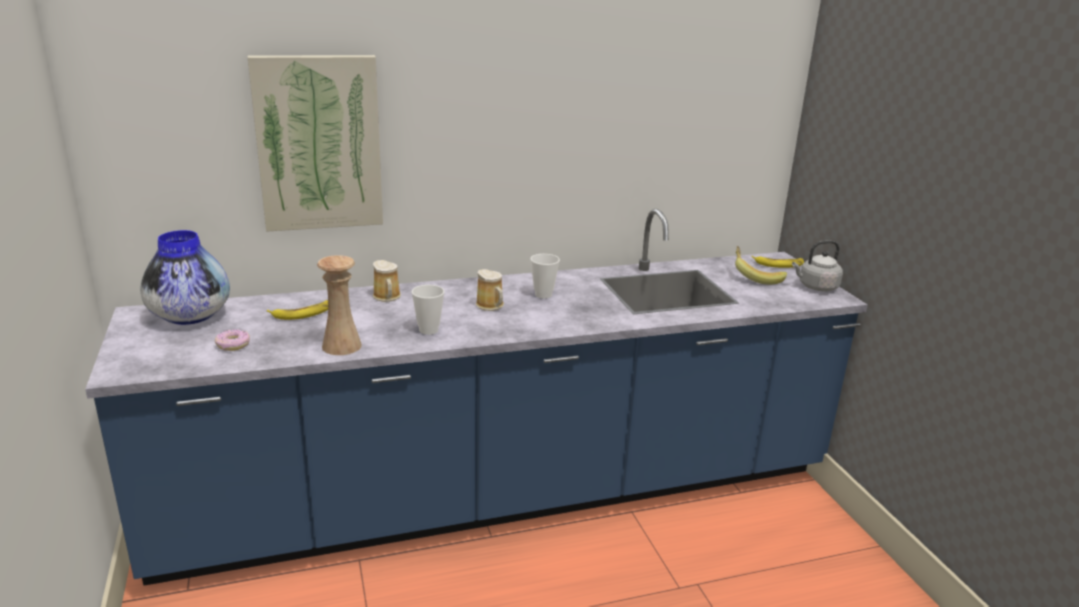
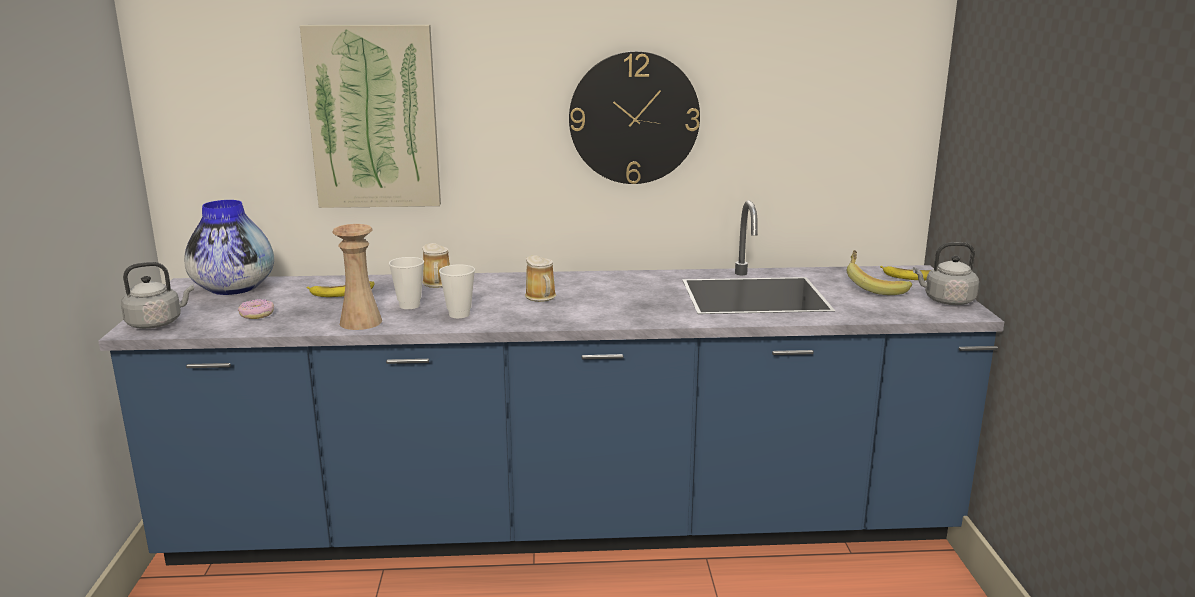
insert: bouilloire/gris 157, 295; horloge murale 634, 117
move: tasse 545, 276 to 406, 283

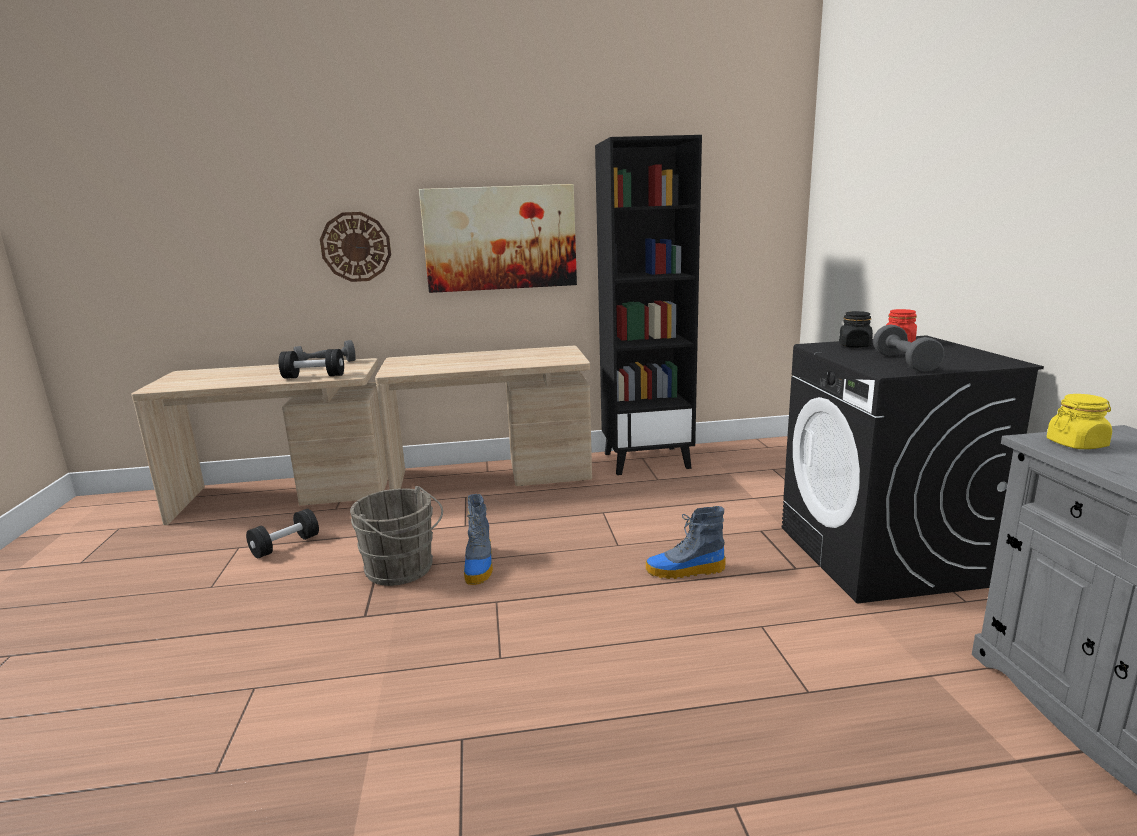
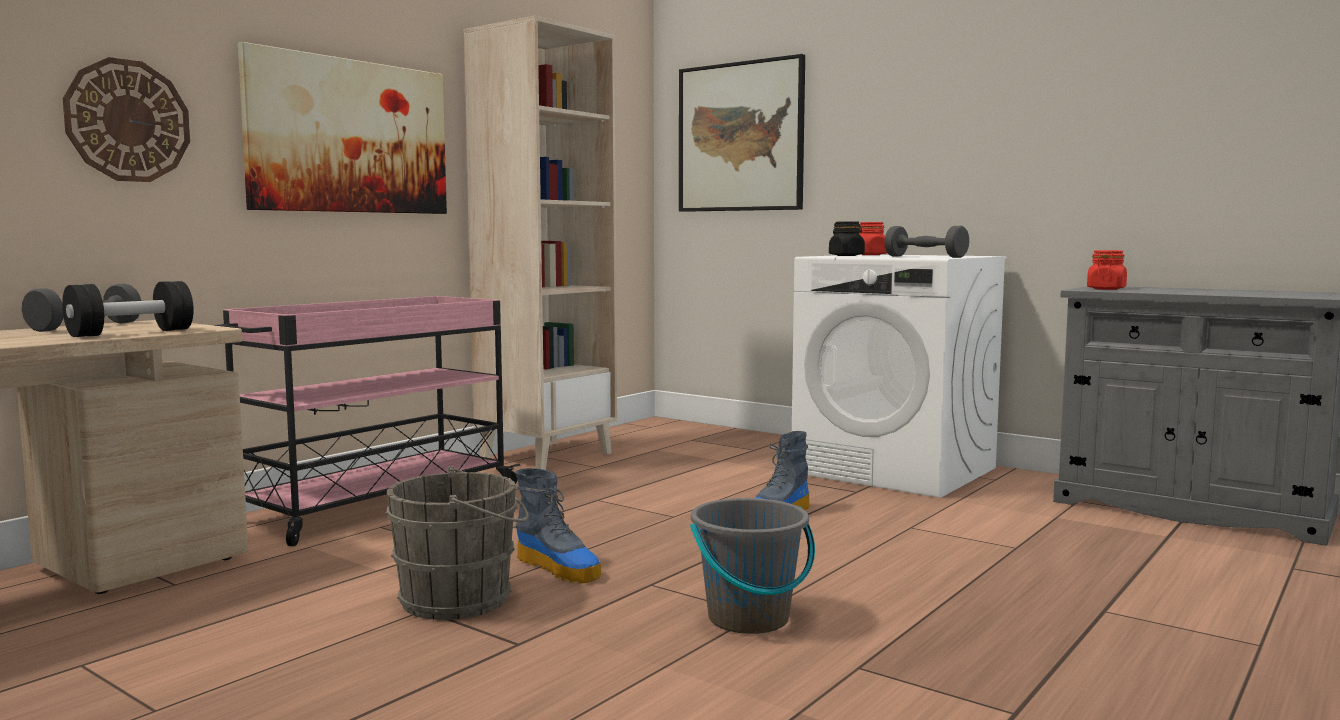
delete: haltère/noir 282, 533
insert: tableau 742, 133; seau/gris 752, 566
replace: bureau/beige 483, 417 to chariot/rose 367, 421
recolor: bibliothèque/noir 648, 305 to bibliothèque/beige 540, 243; lave-linge/noir 913, 469 to lave-linge/blanc 899, 376; bocal/jaune 1079, 421 to bocal/rouge 1107, 270

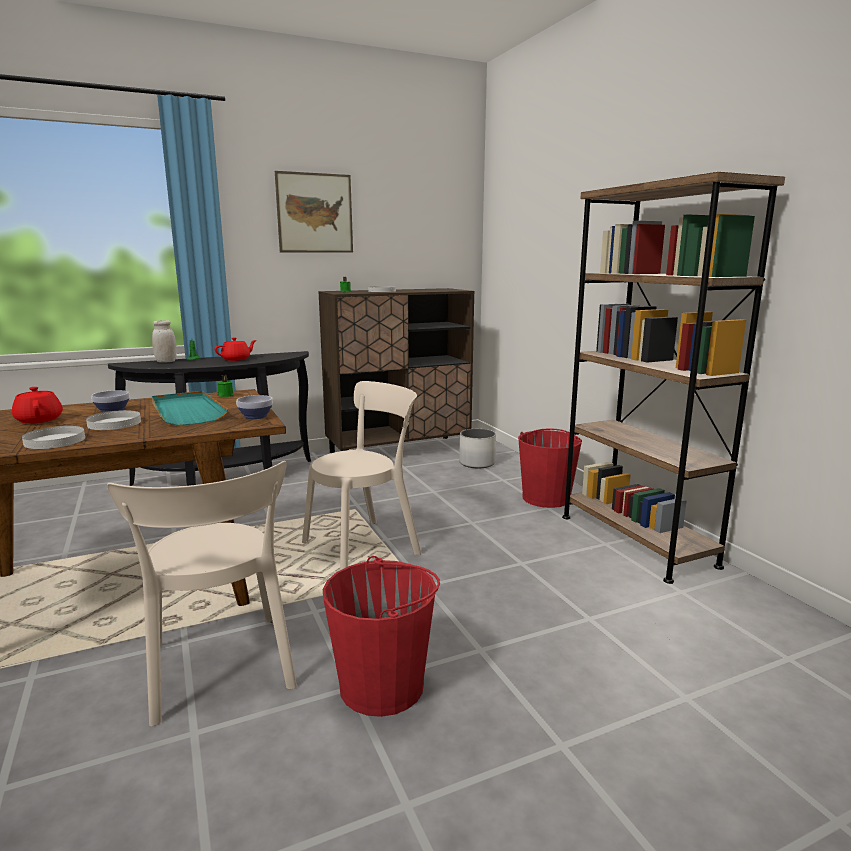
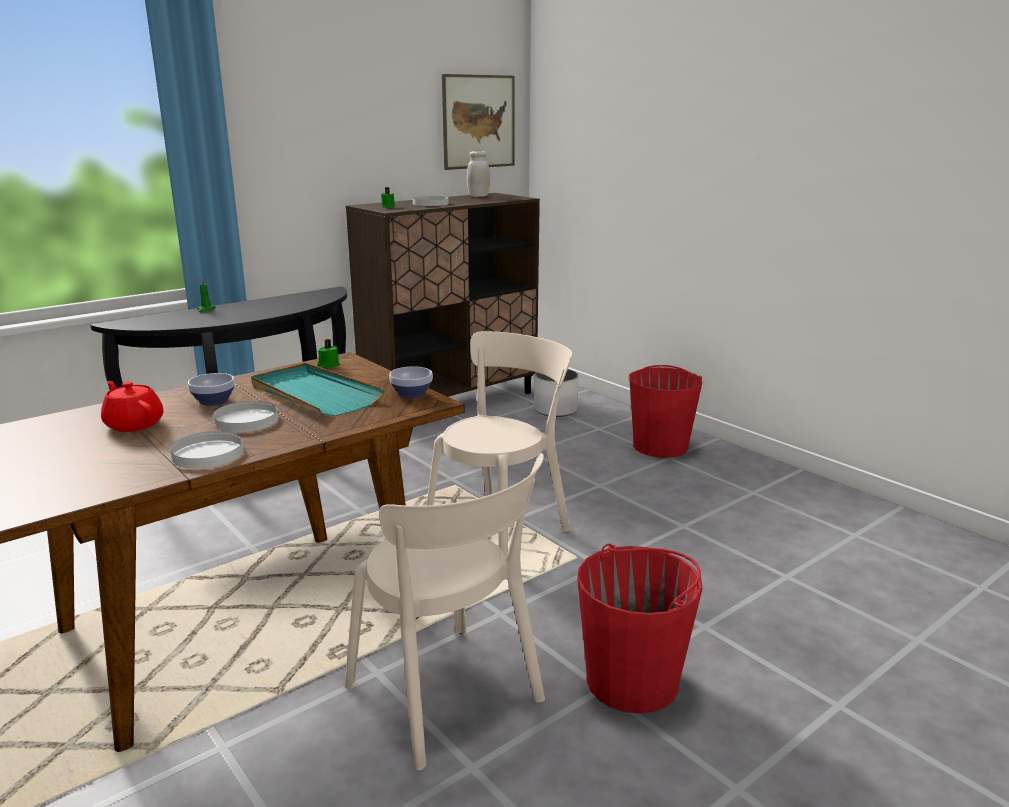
delete: théière/rouge 235, 349; bibliothèque/marron 673, 378
move: bocal/blanc 164, 341 to 478, 174; tableau 314, 212 to 478, 122

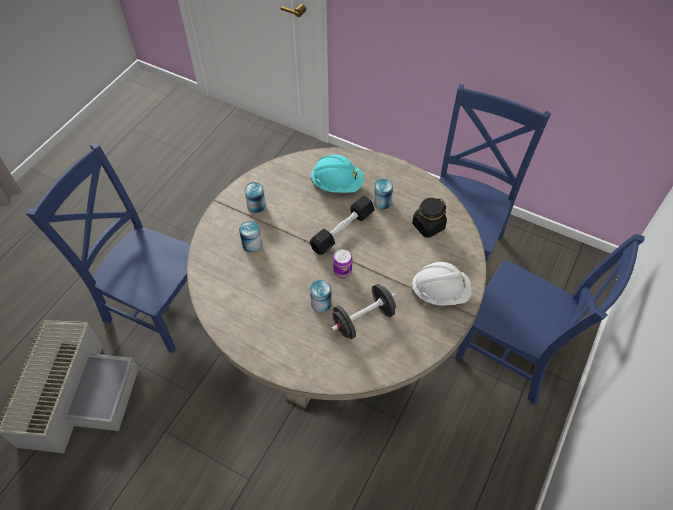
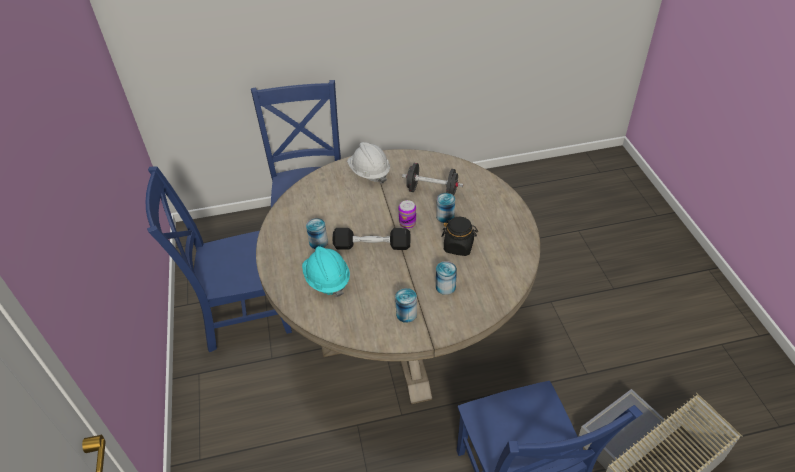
move: bocal/noir 429, 218 to 459, 236

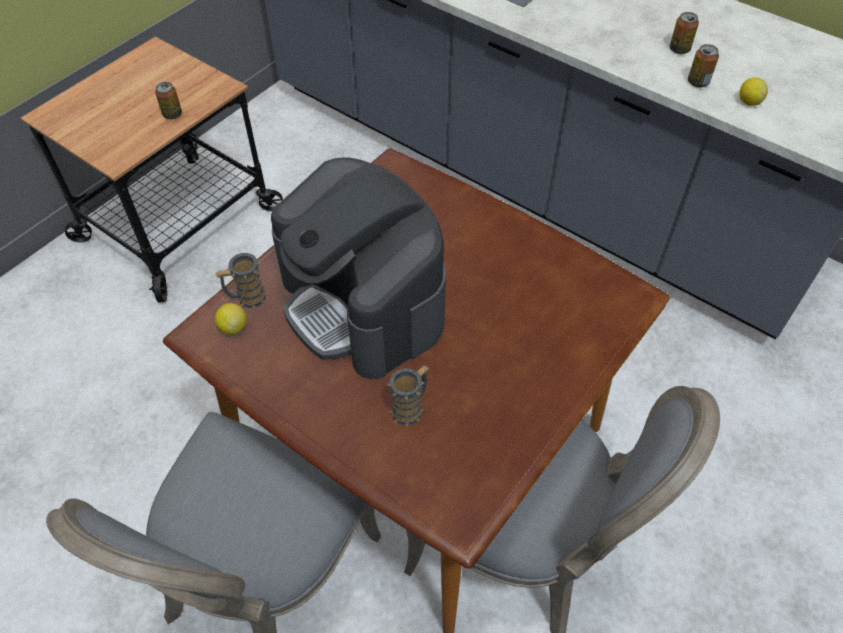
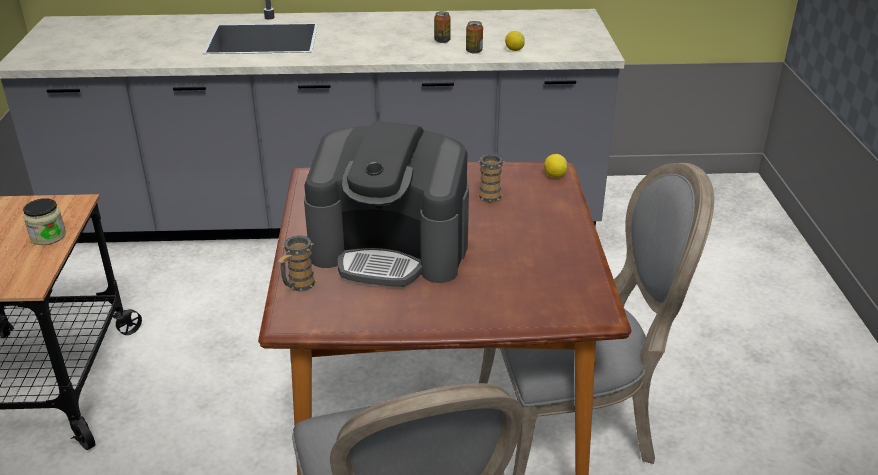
move: citron 231, 319 to 555, 166; mug 408, 396 to 491, 178
replace: boîte métallique 168, 100 to bocal 44, 221

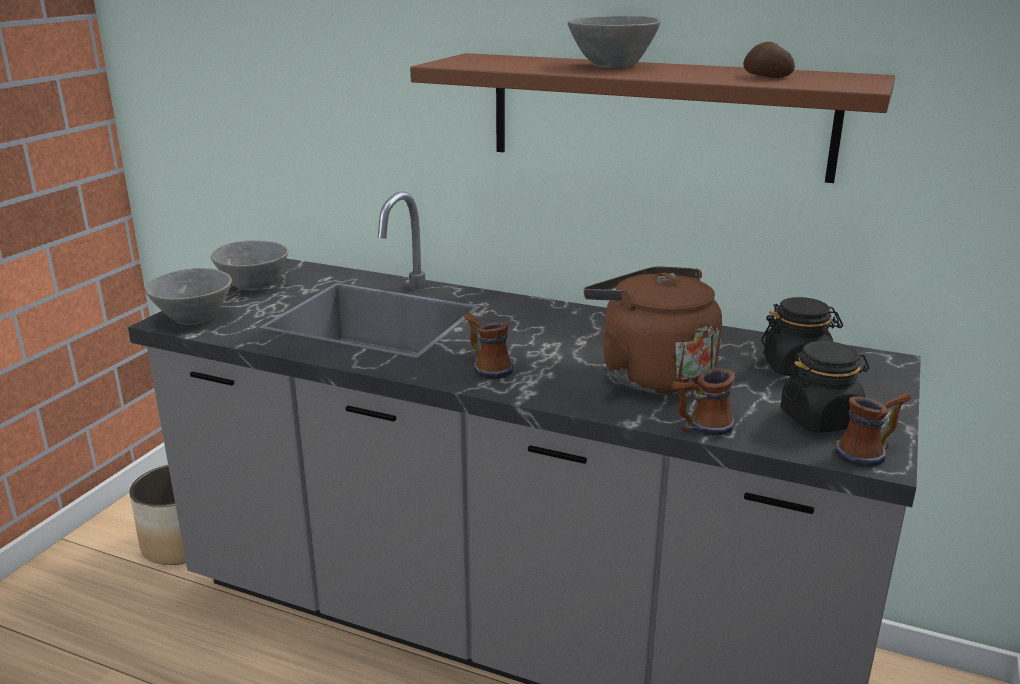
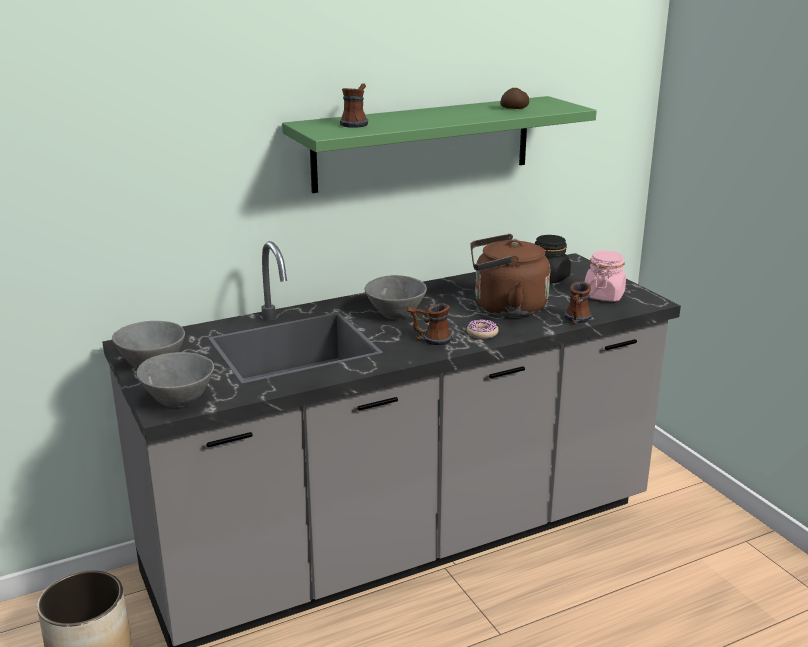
insert: beignet 483, 329
move: bol/gris 614, 42 to 396, 297; mug 873, 430 to 354, 106
recolor: étagère/marron 652, 118 to étagère/vert 439, 144; bocal/noir 824, 387 to bocal/rose 605, 276

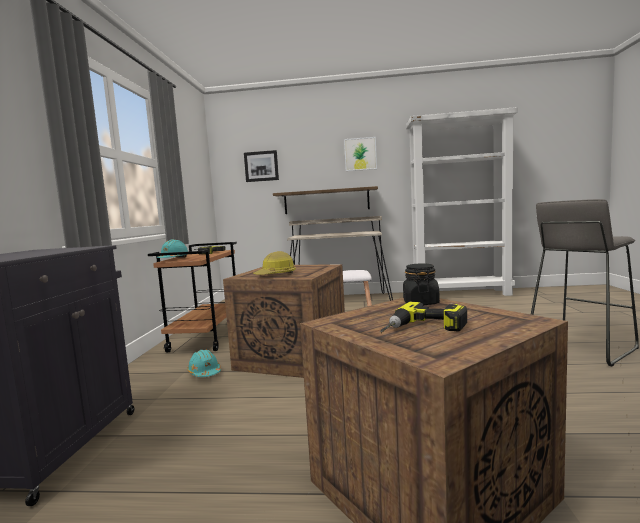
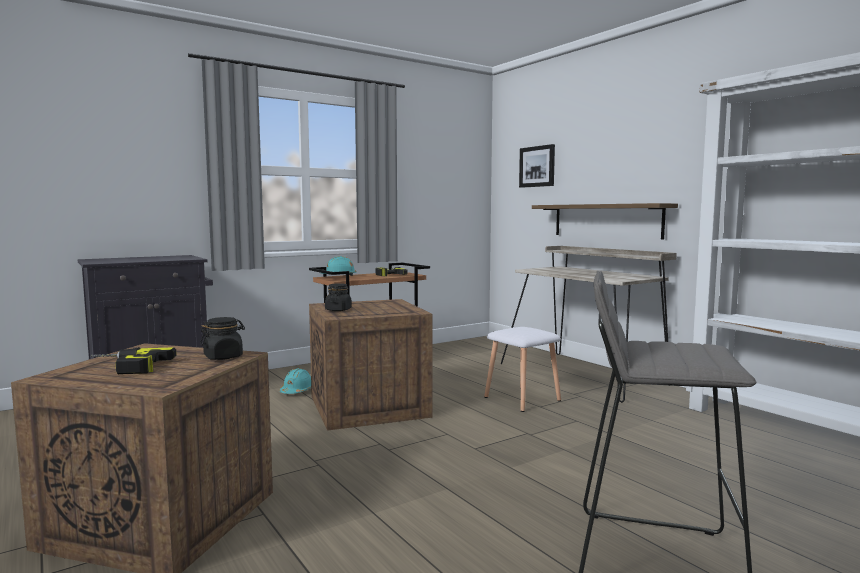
delete: tableau 360, 154
replace: casque de chantier 274, 263 to bocal/noir 338, 297

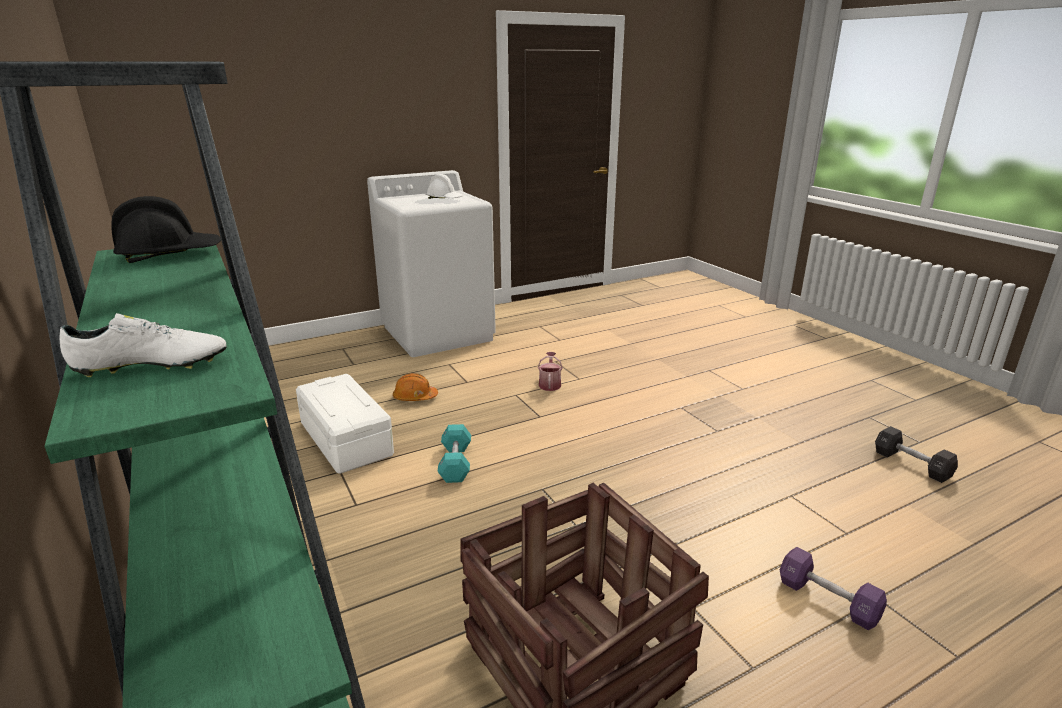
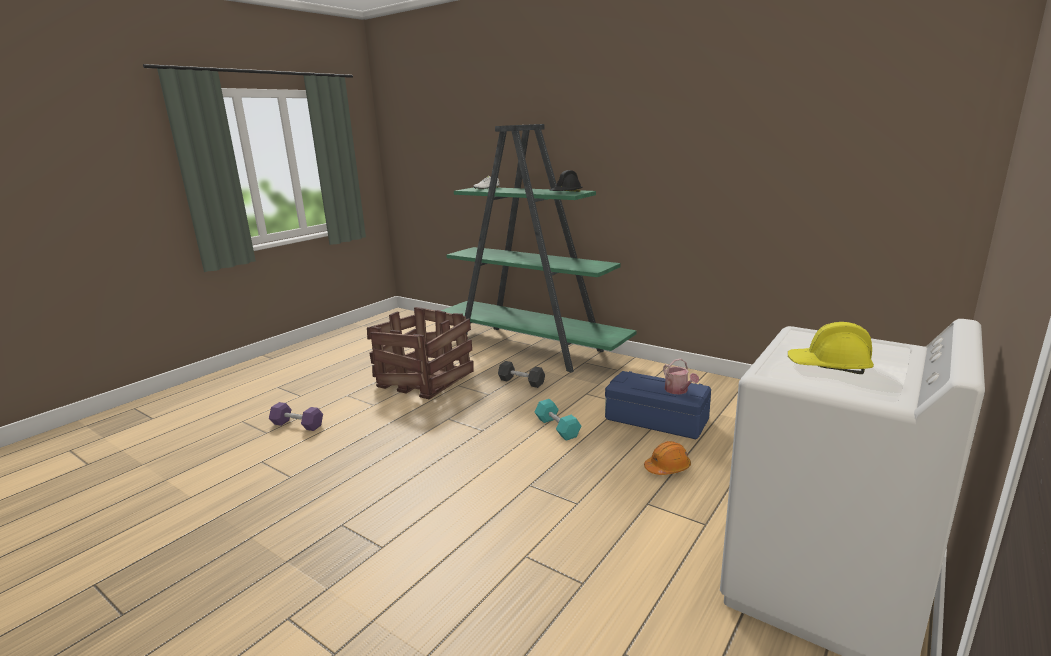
move: arrosoir 550, 371 to 681, 376; haltère/noir 916, 454 to 521, 374
recolor: boîte de rangement/blanc 345, 424 to boîte de rangement/bleu 658, 405; casque de chantier/blanc 444, 186 to casque de chantier/jaune 831, 348

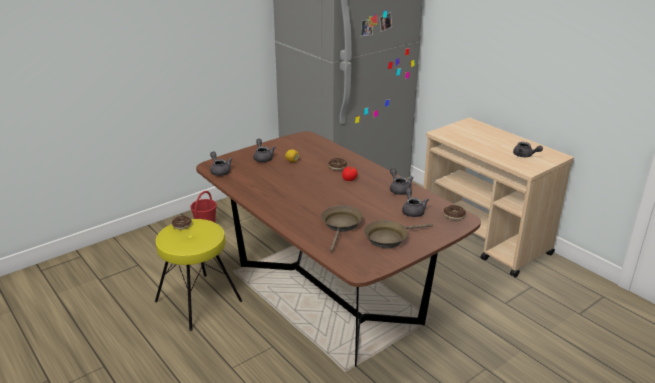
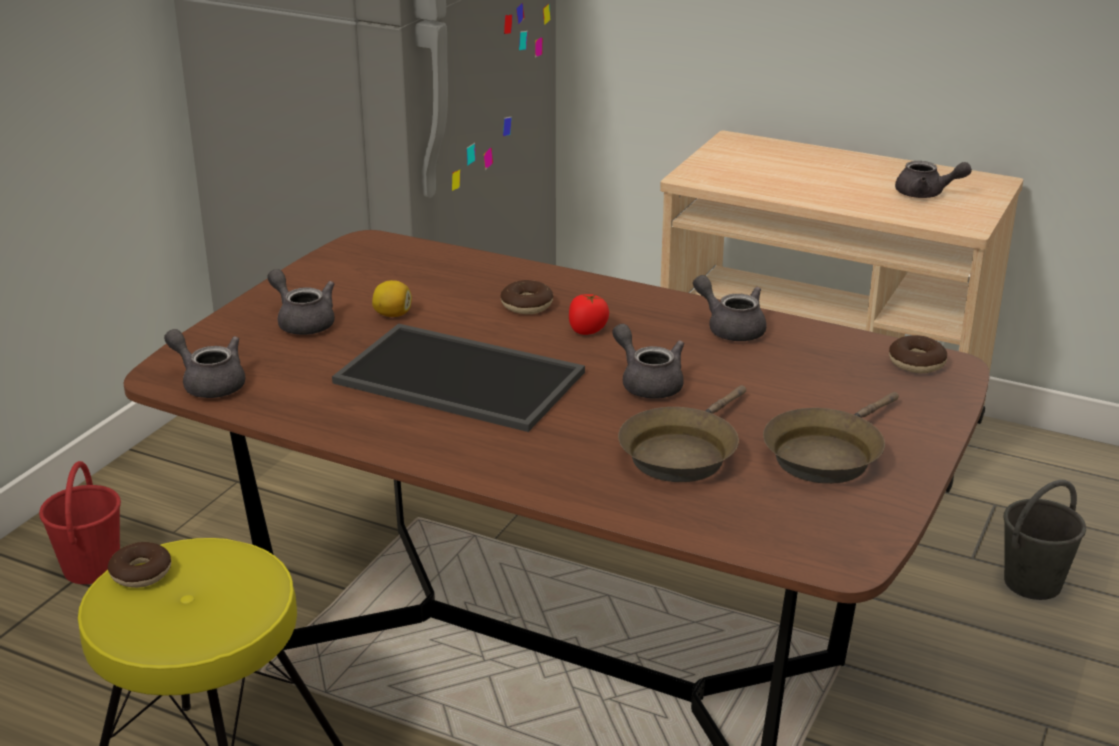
insert: plateau 458, 377; seau/gris 1045, 540
move: théière/gris 415, 202 to 648, 361
rotate: poêle/marron 342, 228 = 682, 433 135 degrees counterclockwise

